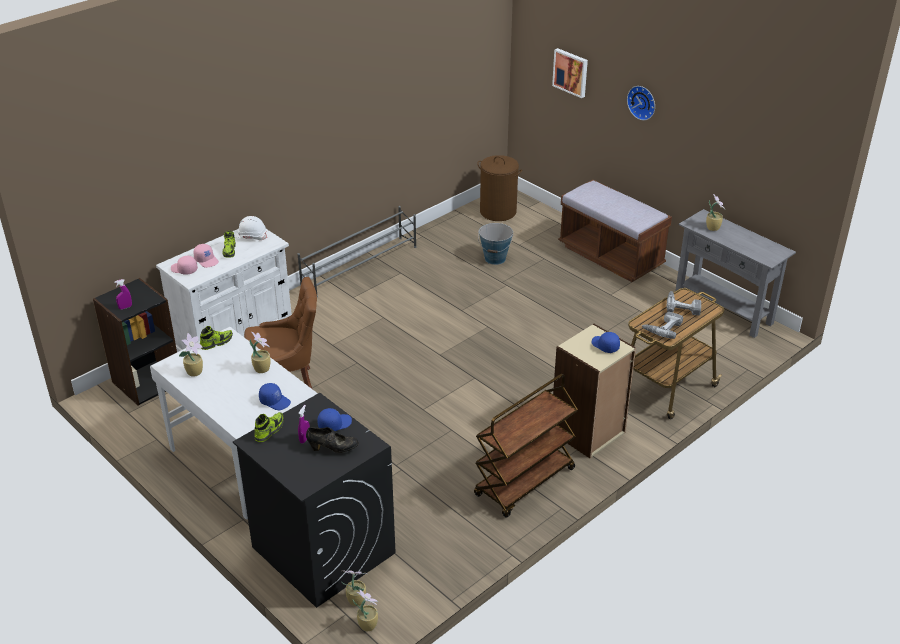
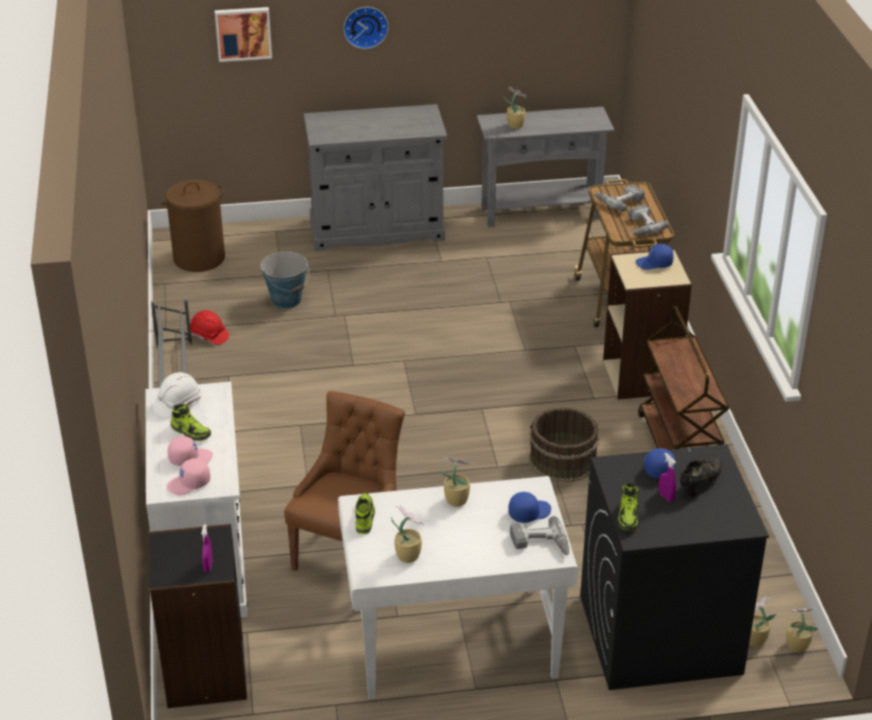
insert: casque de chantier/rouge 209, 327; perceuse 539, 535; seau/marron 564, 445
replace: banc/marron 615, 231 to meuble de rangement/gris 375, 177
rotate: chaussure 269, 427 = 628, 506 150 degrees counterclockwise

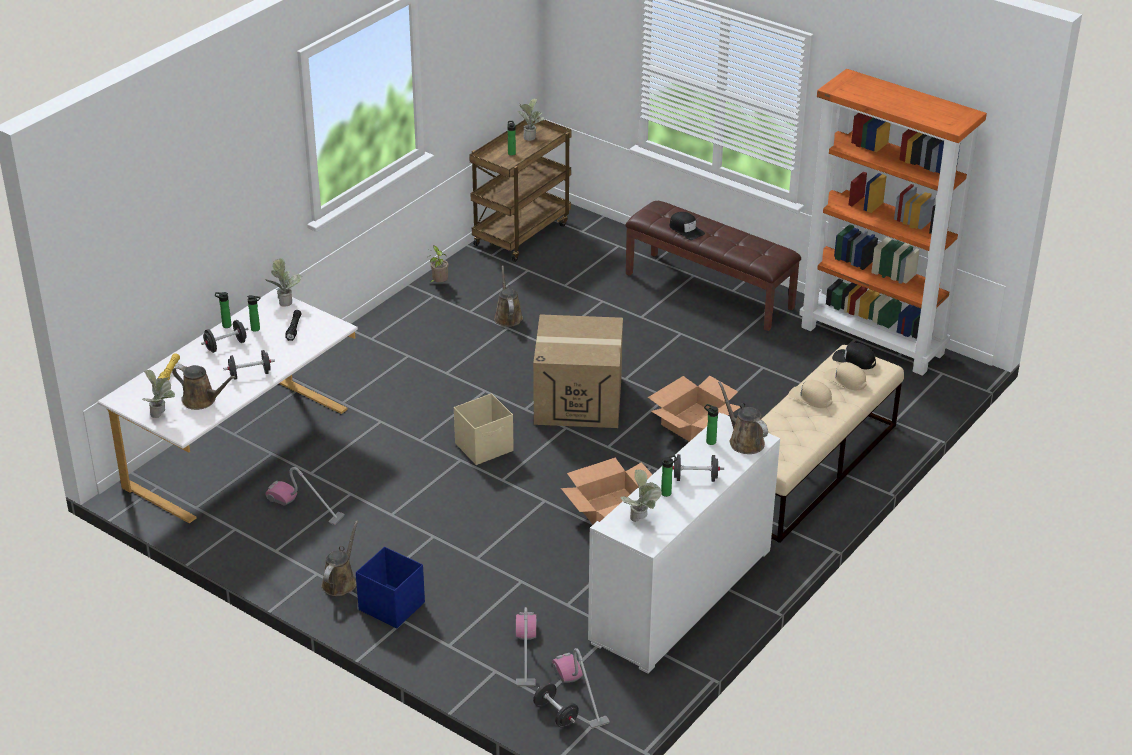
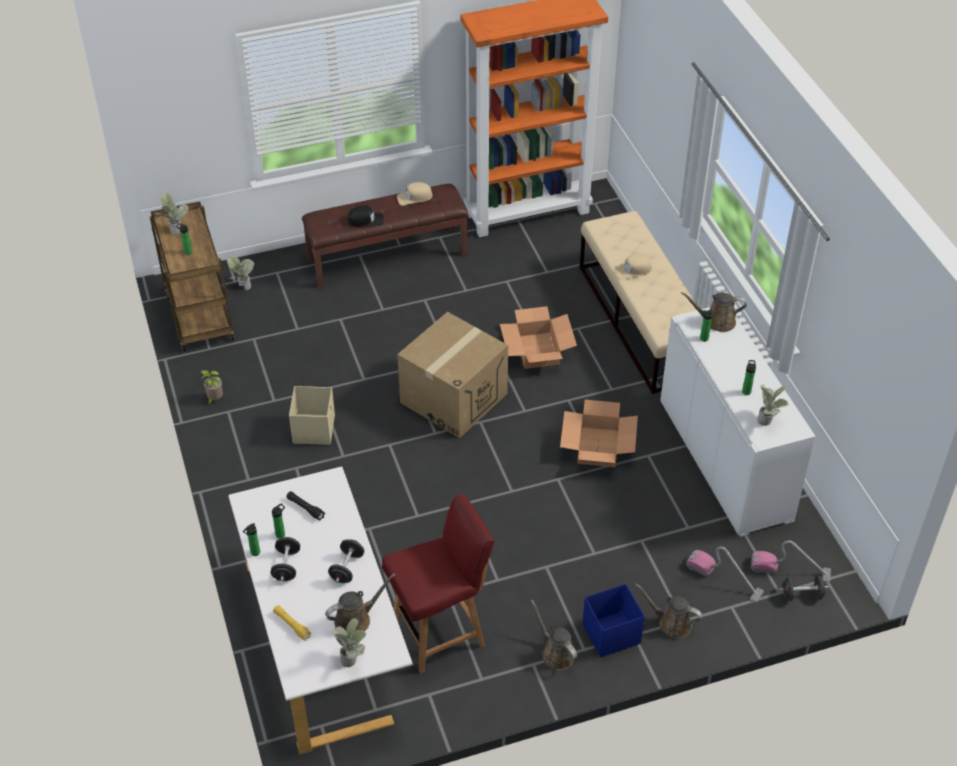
delete: haltère/noir 698, 468; casquette/noir 854, 355
move: plante en pot 284, 282 to 240, 272; boîte de rangement/beige 484, 429 to 312, 415; arrosoir/marron 508, 296 to 668, 611; casquette/beige 845, 376 to 415, 194
replace: aspirateur 305, 496 to chaise/rouge 438, 583

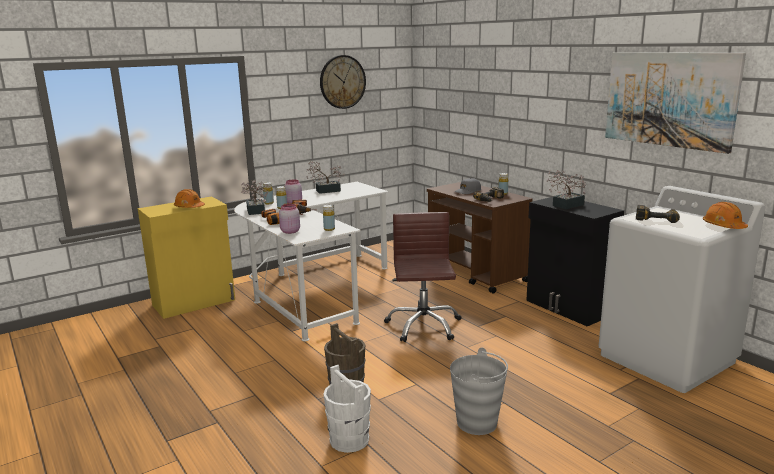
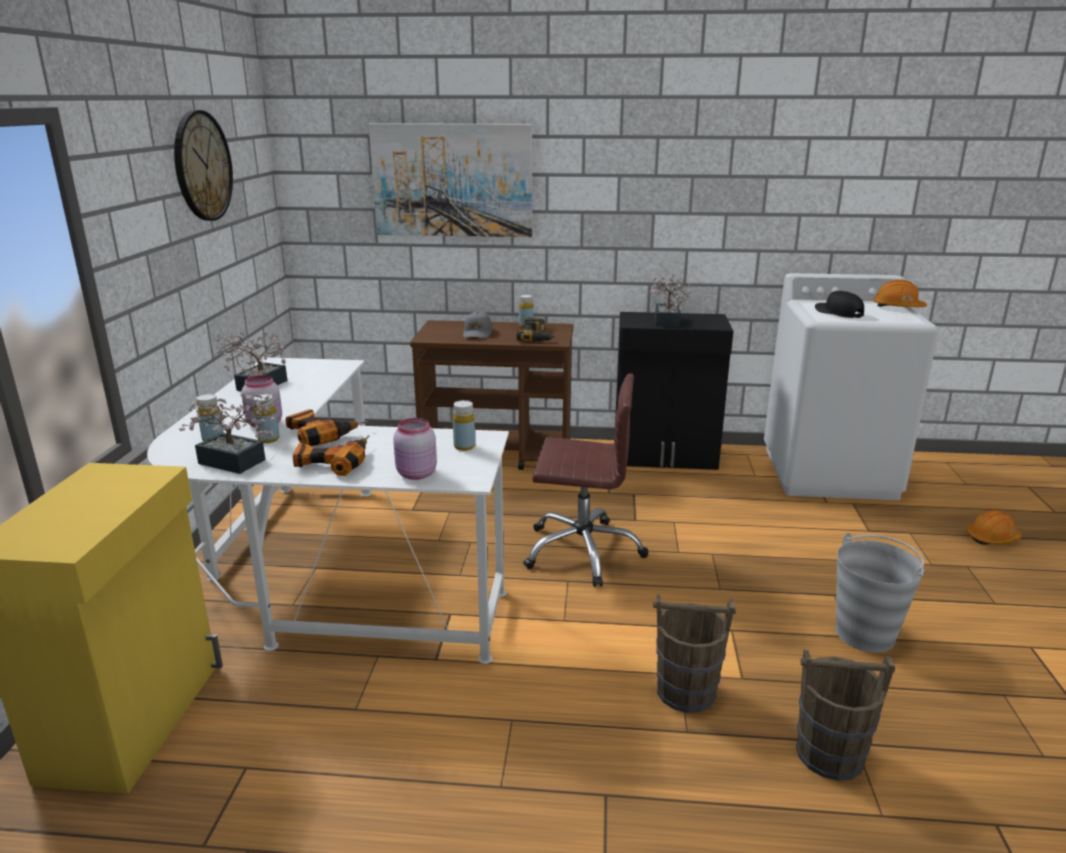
move: casque de chantier/orange 189, 198 to 994, 527; tableau 675, 103 to 450, 180
replace: perceuse 658, 214 to casquette/noir 839, 304
recolor: seau/blanc 347, 409 to seau/marron 845, 715
rotate: chaise de bureau/marron 423, 277 = 585, 480 150 degrees clockwise

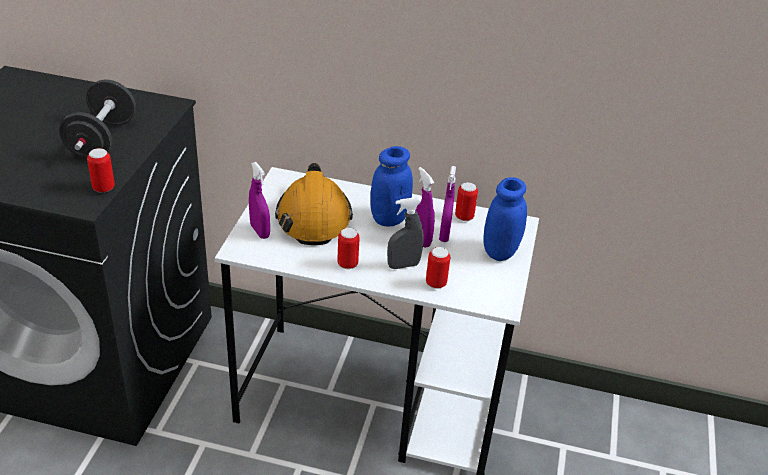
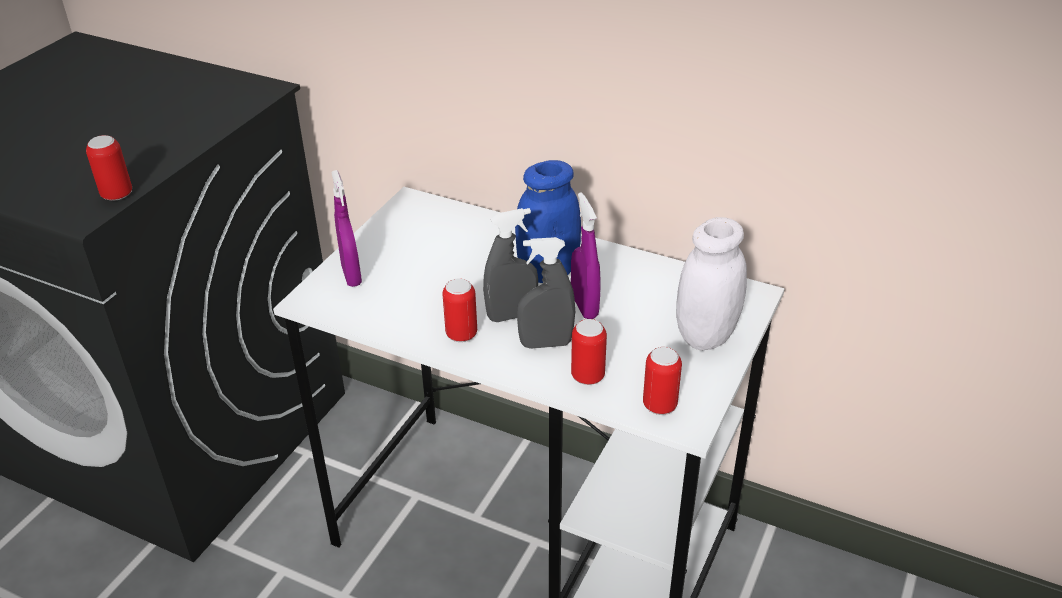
delete: haltère/noir 97, 119; casque de chantier/orange 314, 204; vaporisateur/violet 447, 204
insert: vaporisateur/gris 510, 265
move: boîte métallique 466, 201 to 662, 381
recolor: bocal/bleu 505, 219 to bocal/blanc 711, 284

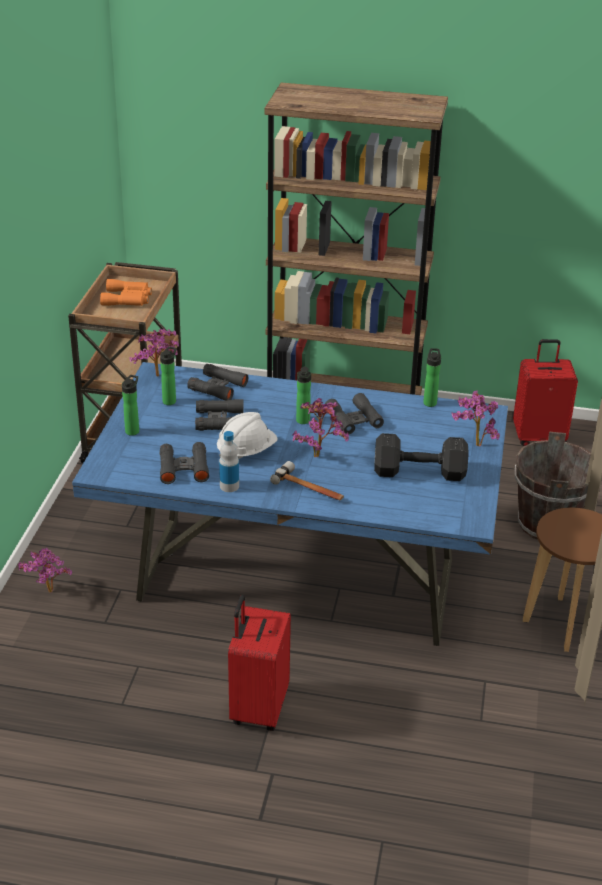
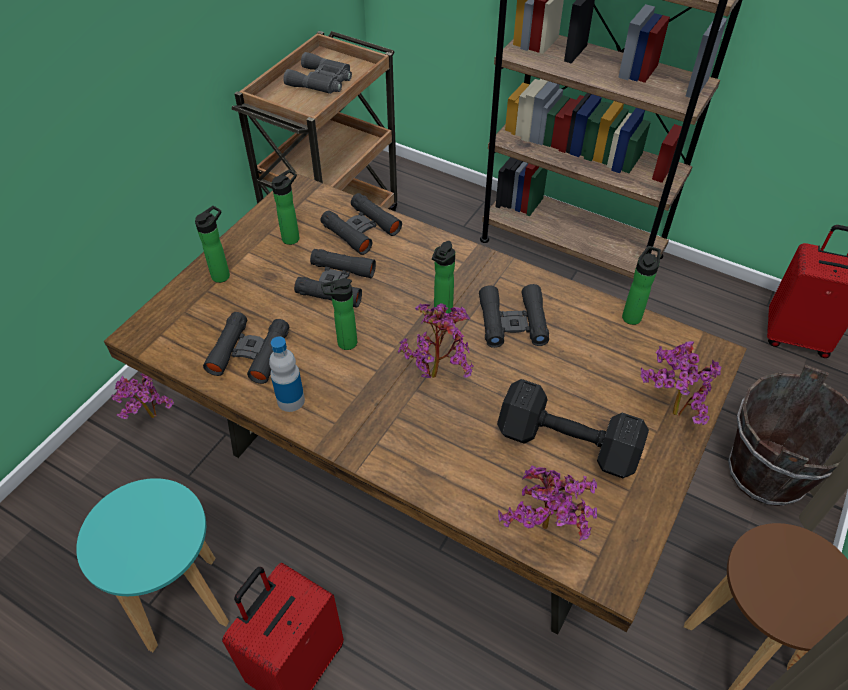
delete: marteau 307, 480
insert: tabouret/turquoise 152, 565
move: plante en pot 154, 352 to 547, 503
replace: casque de chantier/blanc 247, 435 to bouteille 339, 314
recolor: table à manger/bleu 290, 504 to table à manger/marron 425, 403; jumelles/orange 126, 292 to jumelles/gris 317, 73

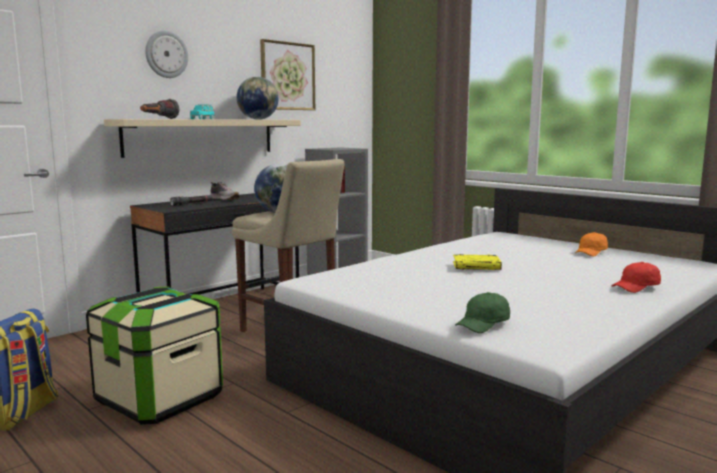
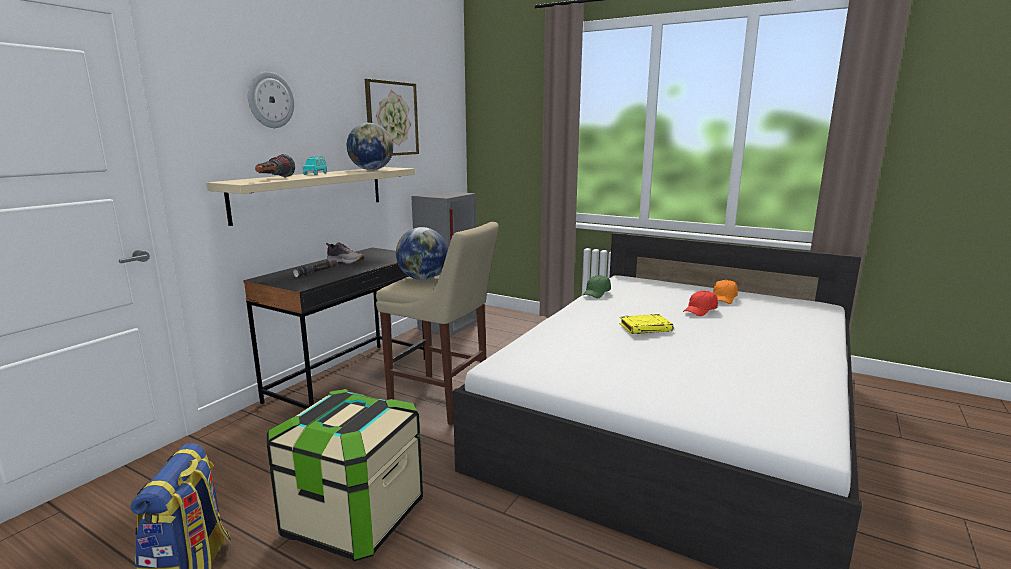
move: casquette/vert 482, 312 to 597, 286; casquette/rouge 636, 277 to 700, 303

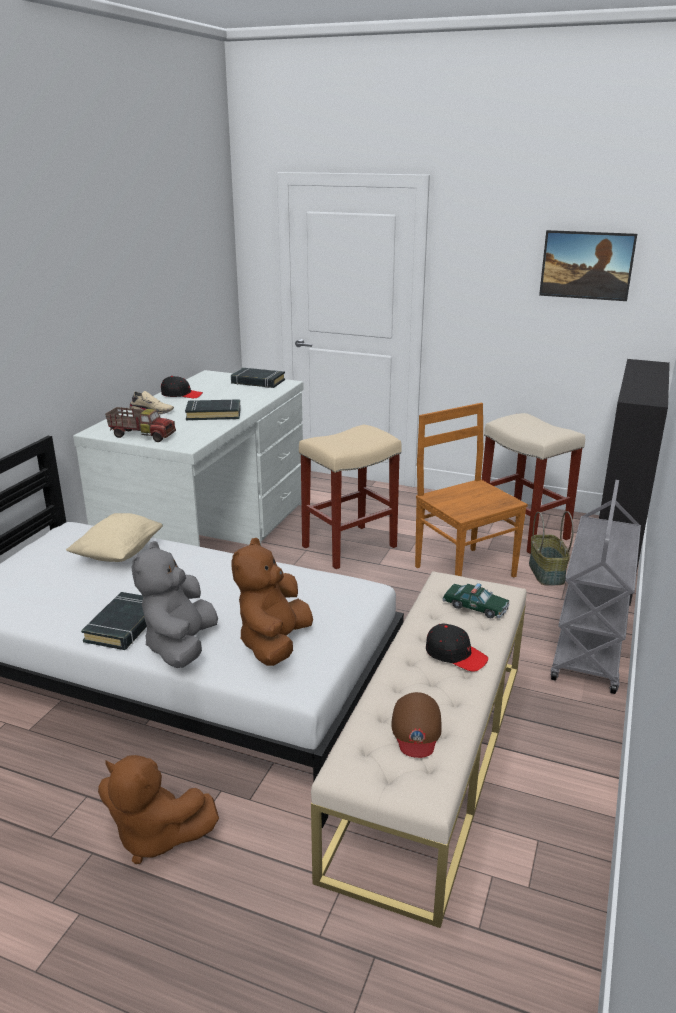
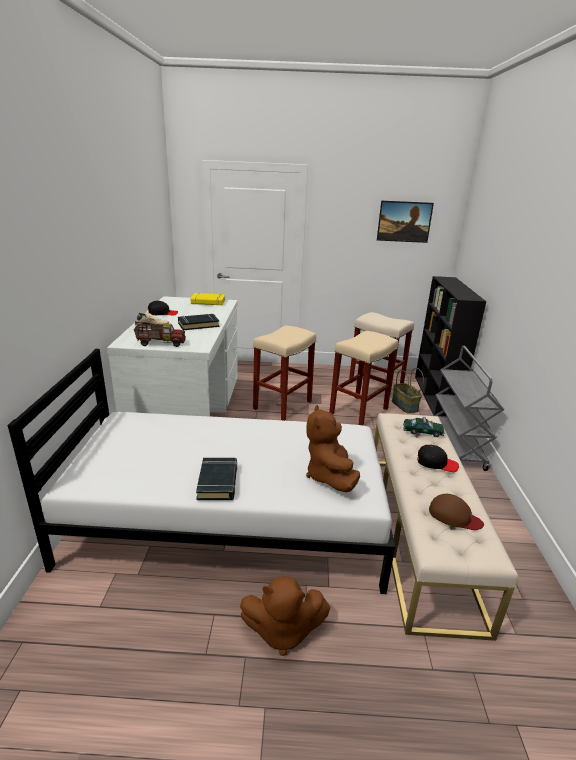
delete: coussin/beige 114, 537; peluche/gris 174, 604
replace: chaise/marron 471, 490 to tabouret/beige 363, 378
recolor: livre/noir 258, 378 to livre/jaune 207, 299
rotate: casquette/marron 416, 725 = 456, 512 45 degrees counterclockwise

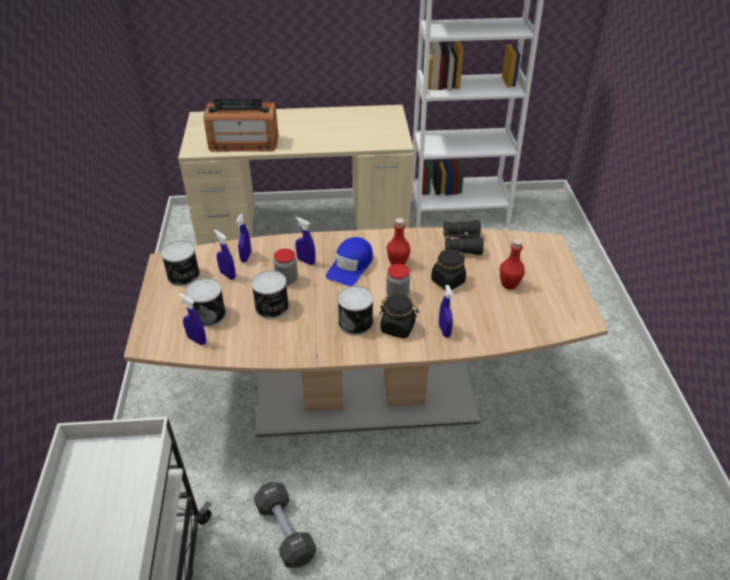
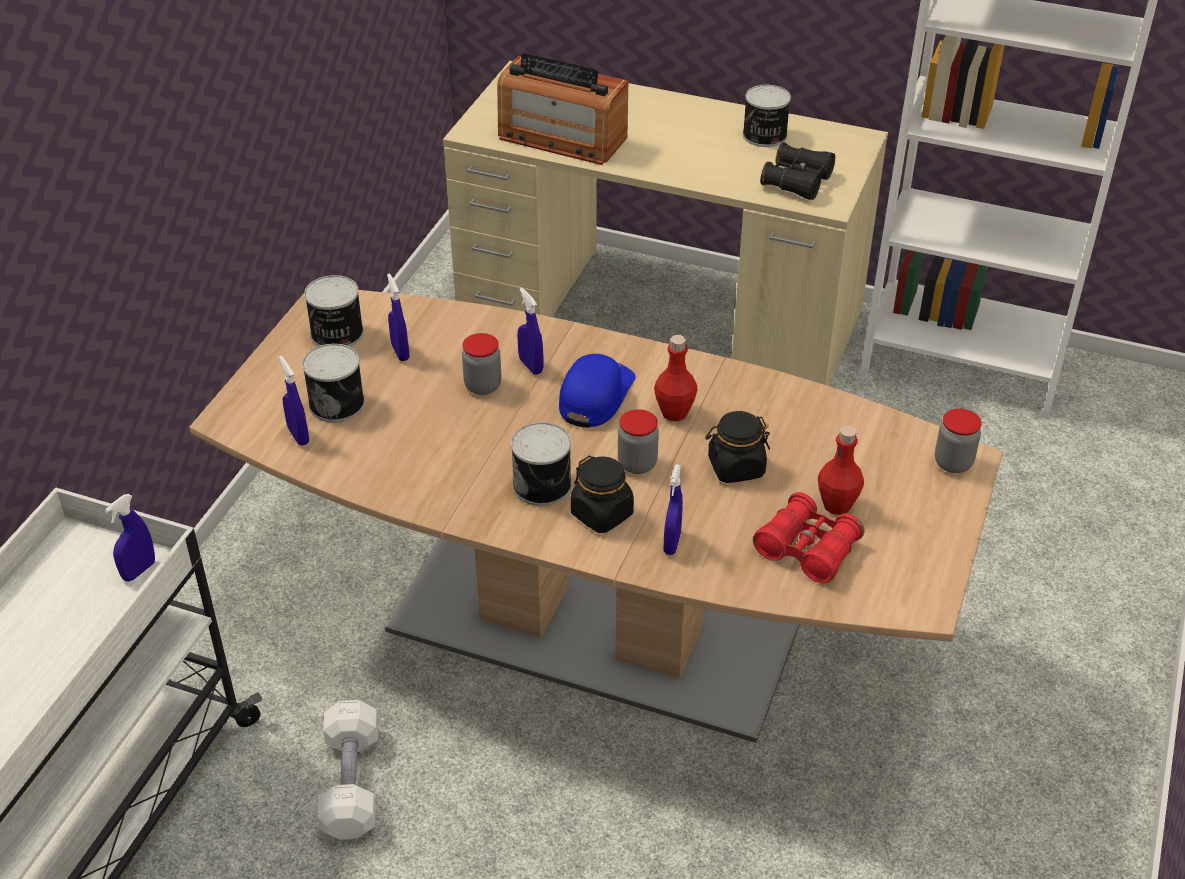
insert: jumelles/rouge 808, 538; bocal 958, 440
move: vaporisateur/bleu 243, 238 to 130, 537; boîte métallique 270, 294 to 767, 116; jumelles/noir 463, 237 to 797, 171
recolor: haltère/noir 285, 525 to haltère/blanc 348, 770
rotate: casquette/bleu 349, 261 = 597, 391 150 degrees clockwise

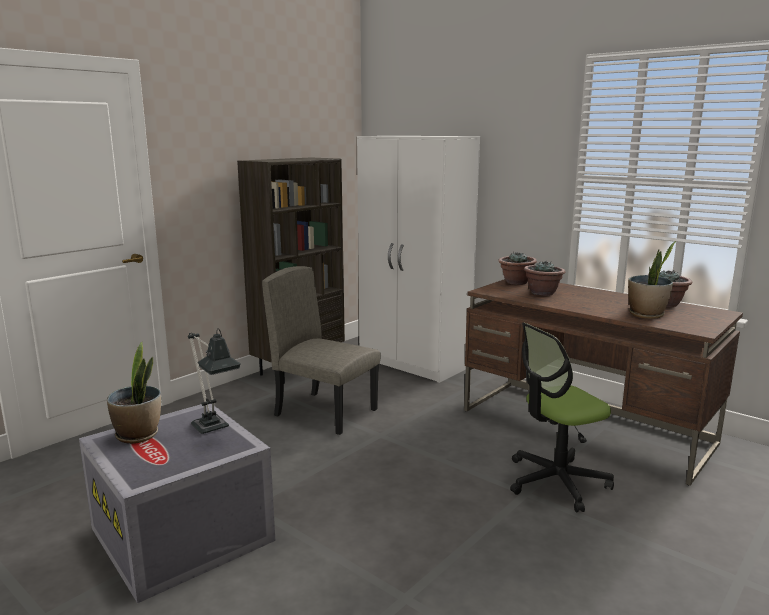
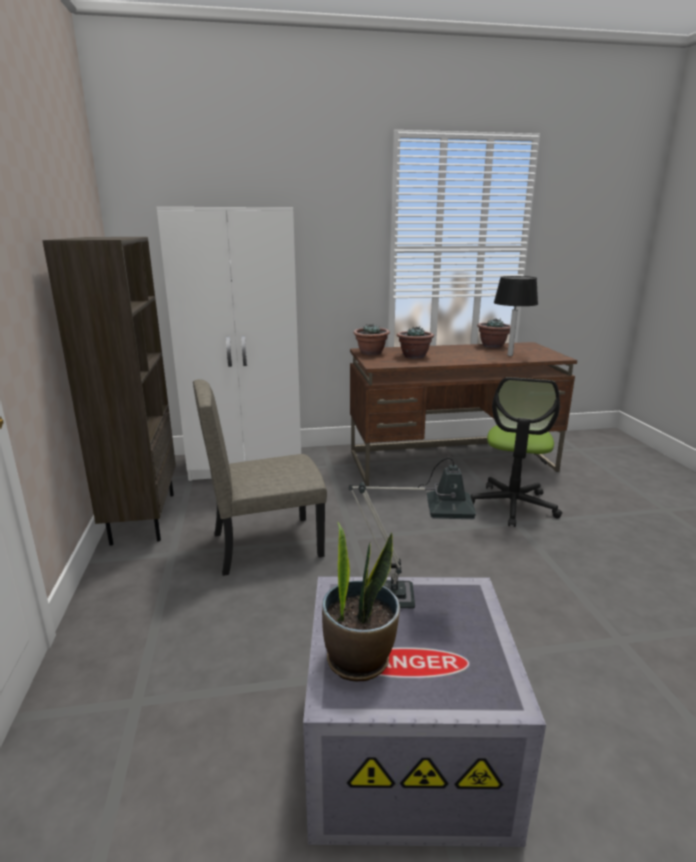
replace: plante en pot 652, 280 to lampe de table/noir 516, 316

